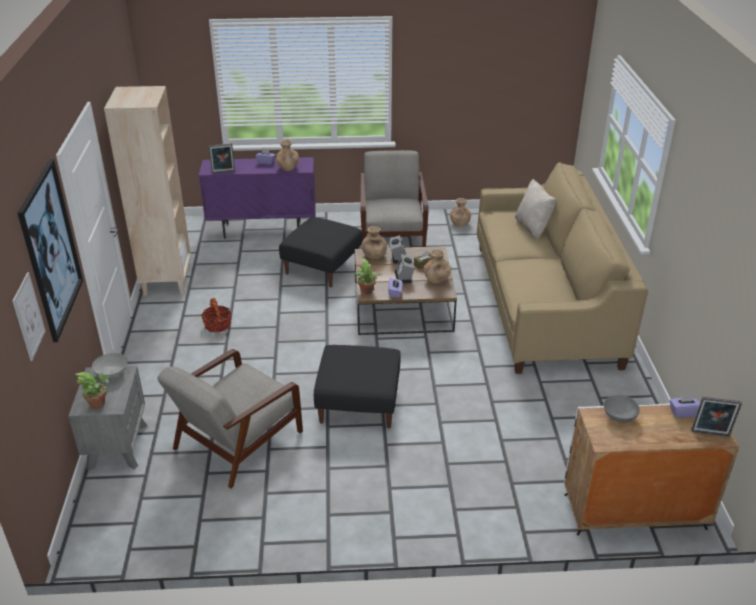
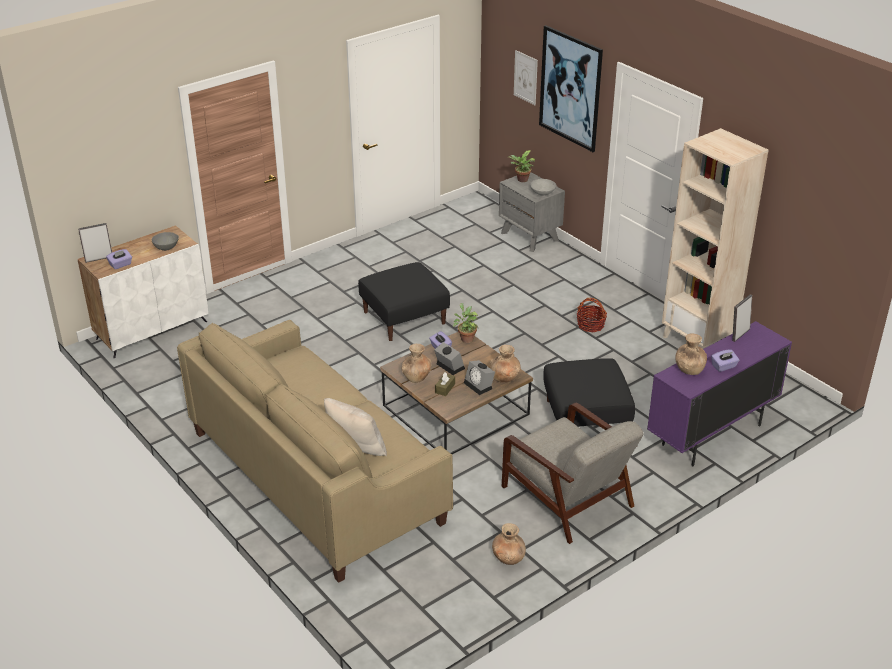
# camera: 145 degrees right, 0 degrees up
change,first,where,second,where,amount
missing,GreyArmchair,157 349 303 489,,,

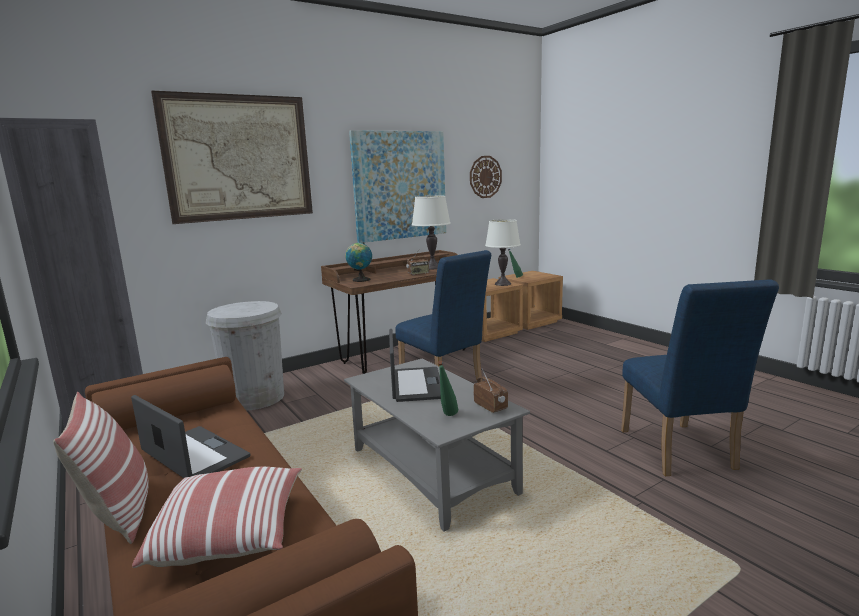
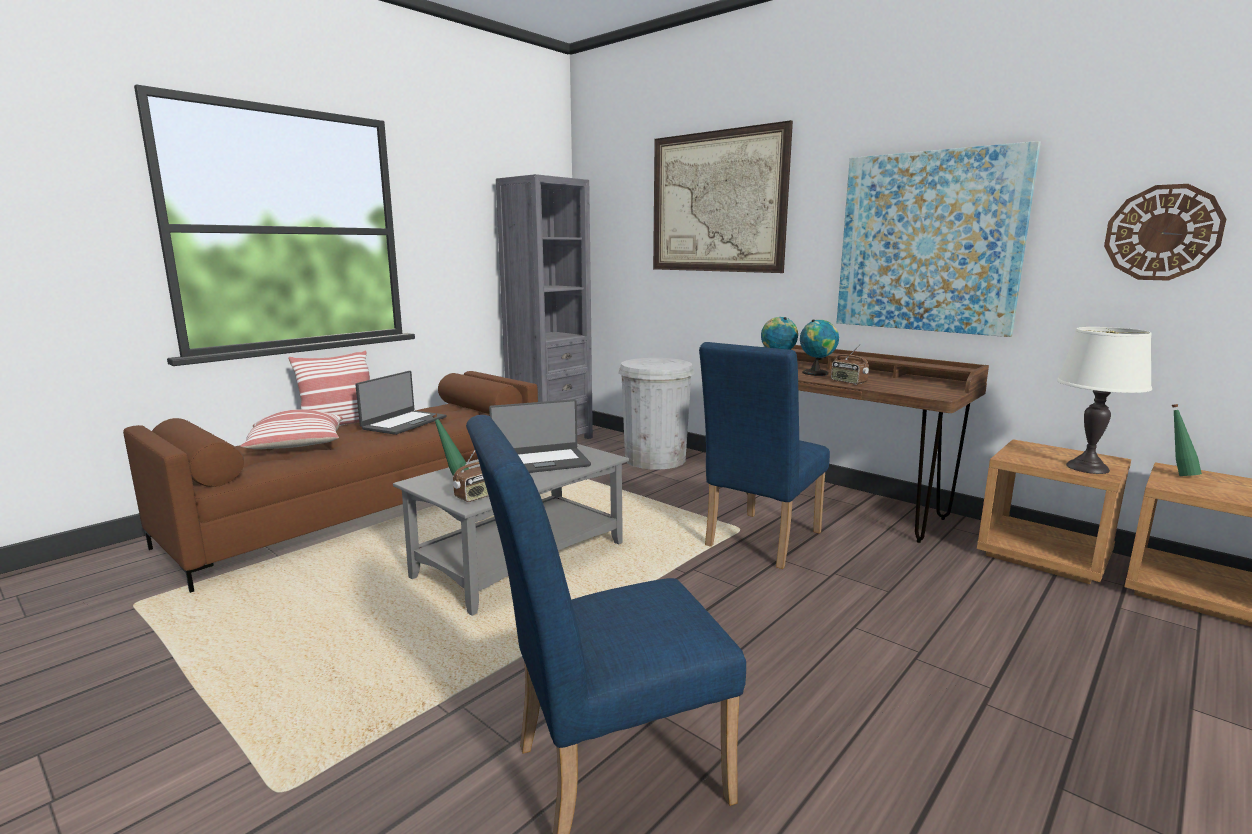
# camera: 75 degrees right, 0 degrees up
change,first,where,second,where,amount
missing,WhiteTableLamp,412 196 451 269,,,
appeared,,,Globe,800 319 839 376,

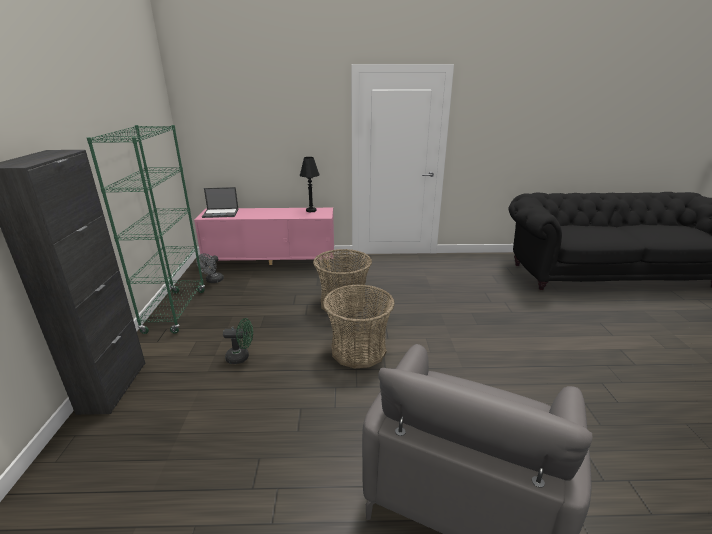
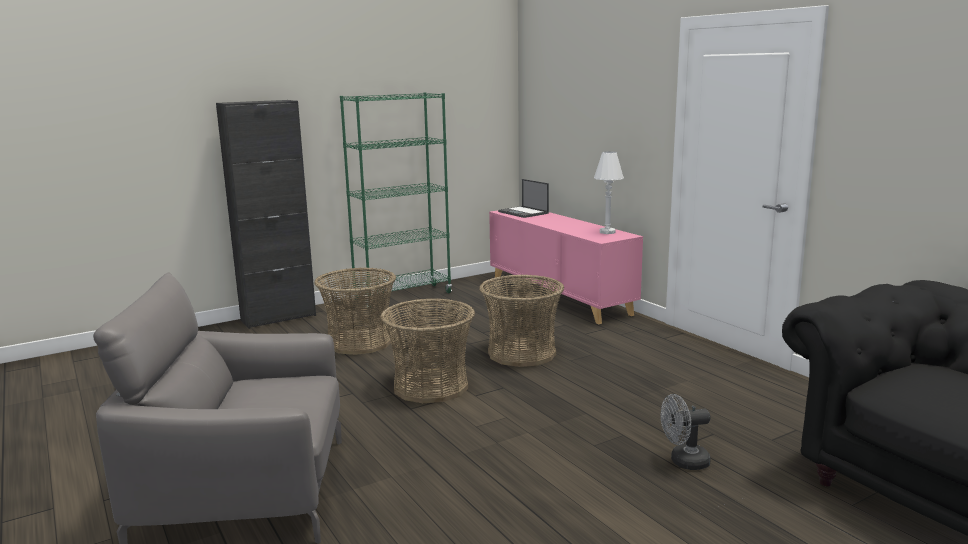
# camera: 60 degrees right, 10 degrees down
change,first,where,second,where,amount
relocated,GreyFan,196 253 224 283,,661 394 711 470,
exchanged,GreenFan,223 318 253 364,Basket,314 267 396 355,
colour,BlackTableLamp,300 157 319 213,WhiteTableLamp,594 151 624 234,

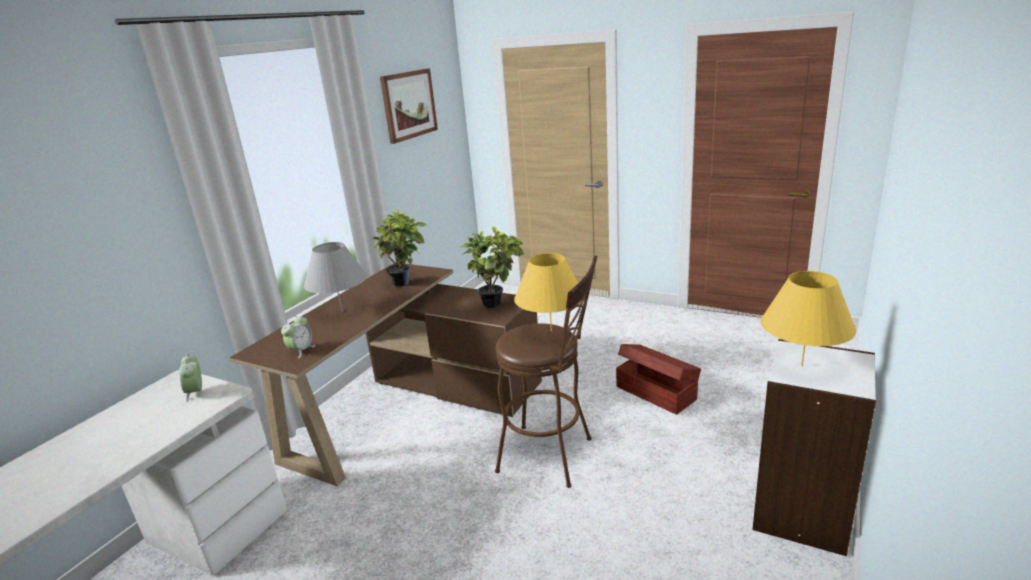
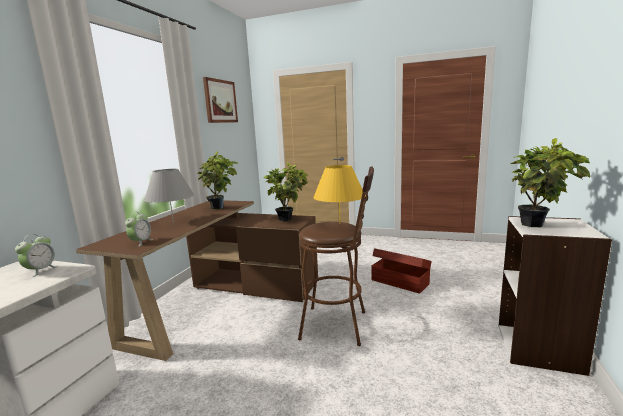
# camera: 10 degrees left, 10 degrees down
change,first,where,second,where,amount
spun,AlarmClock,179 354 202 402,,15 234 58 277,135 degrees counterclockwise
exchanged,YellowTableLamp,761 271 856 366,PottedPlant,510 138 590 227,

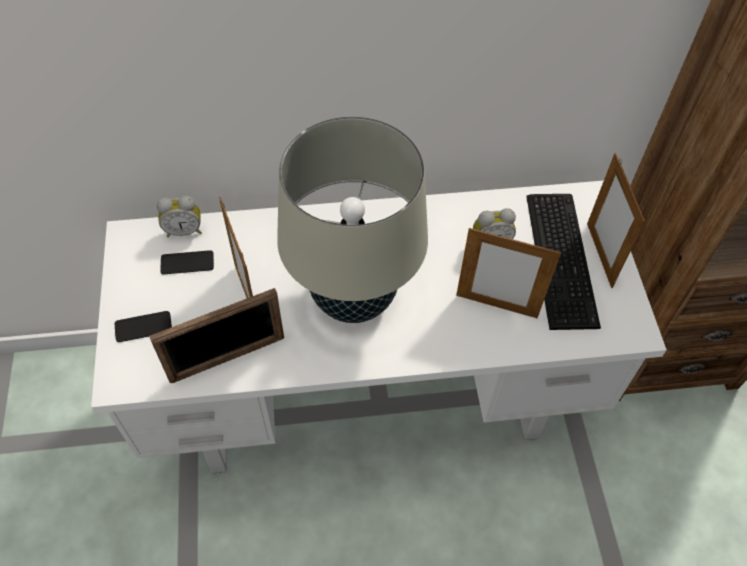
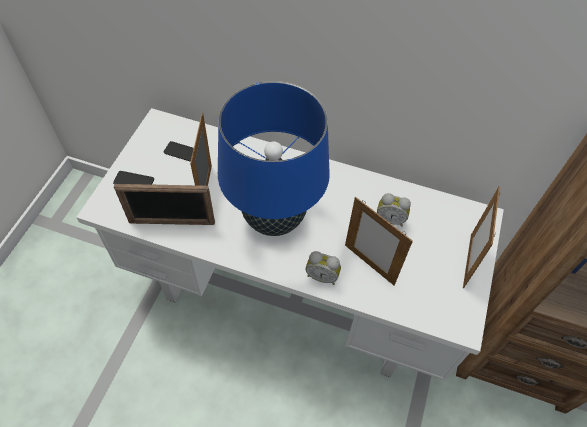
# camera: 25 degrees right, 0 degrees up
change,first,where,second,where,amount
relocated,AlarmClock,157 196 202 237,,306 251 341 285,
colour,BeigeTableLamp,277 117 428 323,BlueTableLamp,218 81 330 236,
missing,Keyboard,526 194 601 330,,,

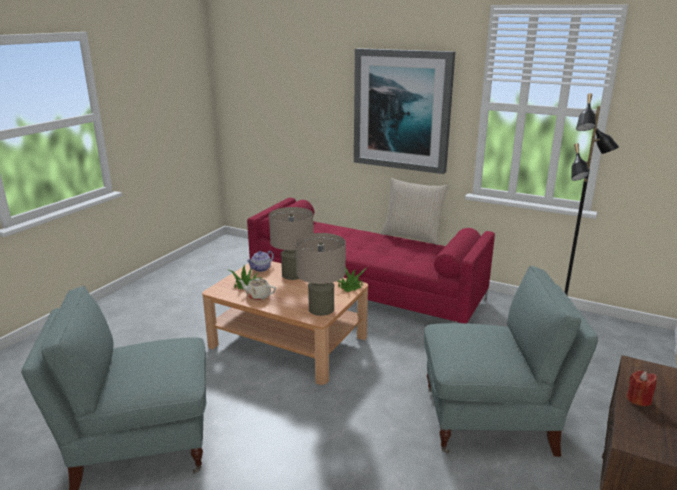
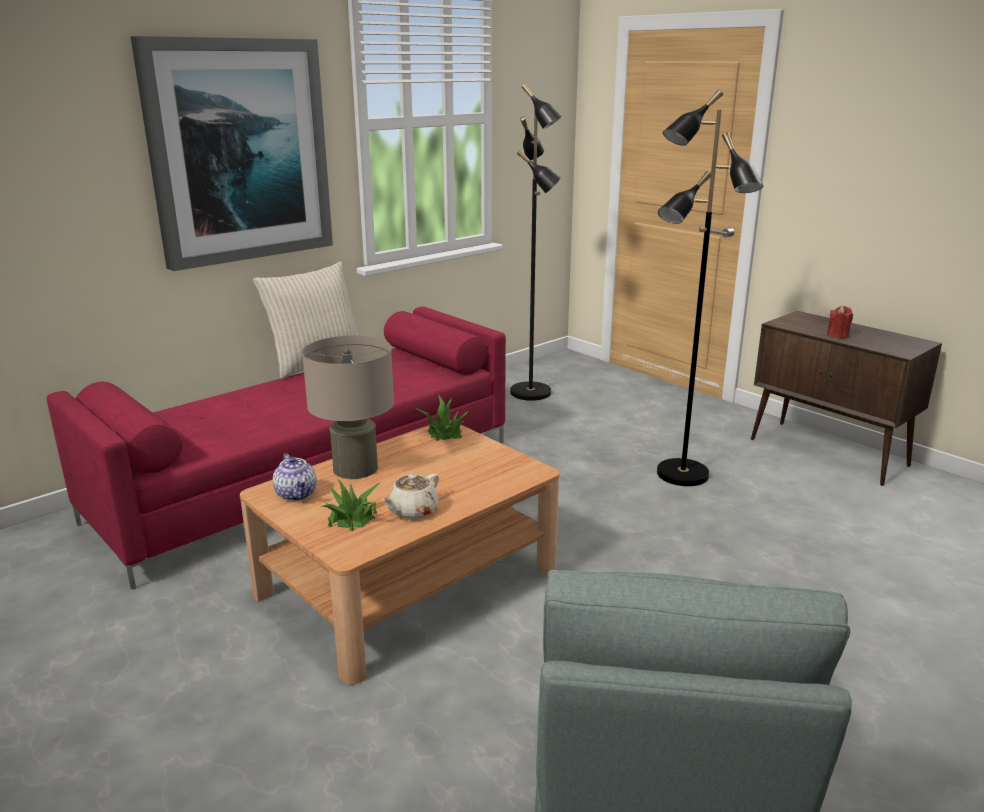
# camera: 70 degrees left, 0 degrees up
change,first,where,second,where,amount
missing,BeigeTableLamp,295 233 346 316,,,
exchanged,GreyArmchair,424 266 598 457,BlackFloorLamp,657 89 763 486,

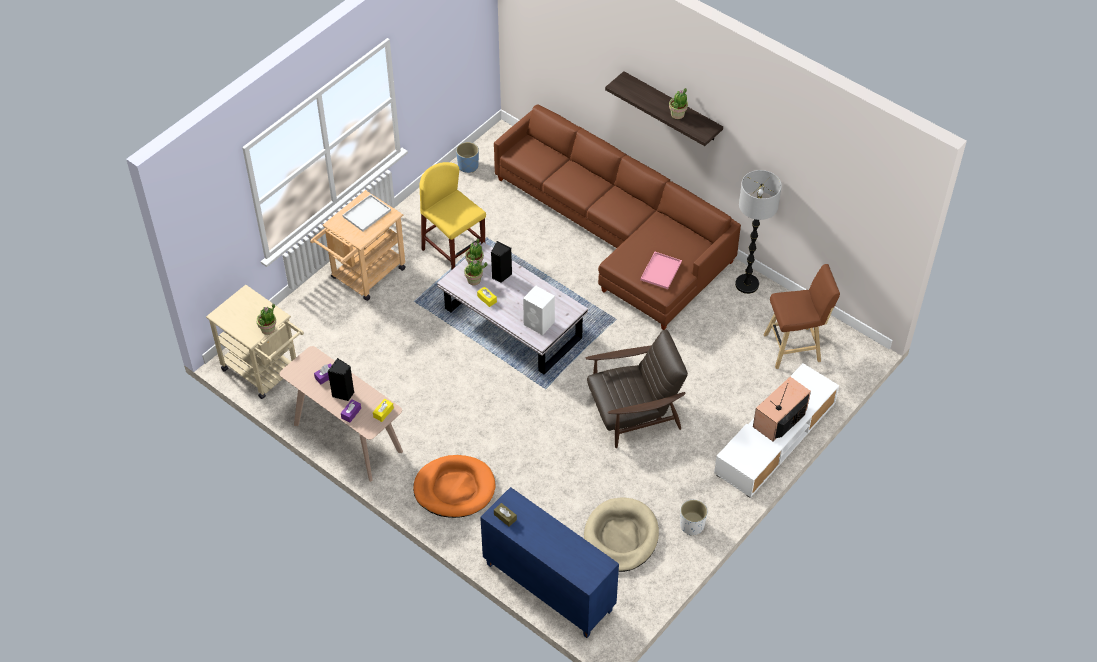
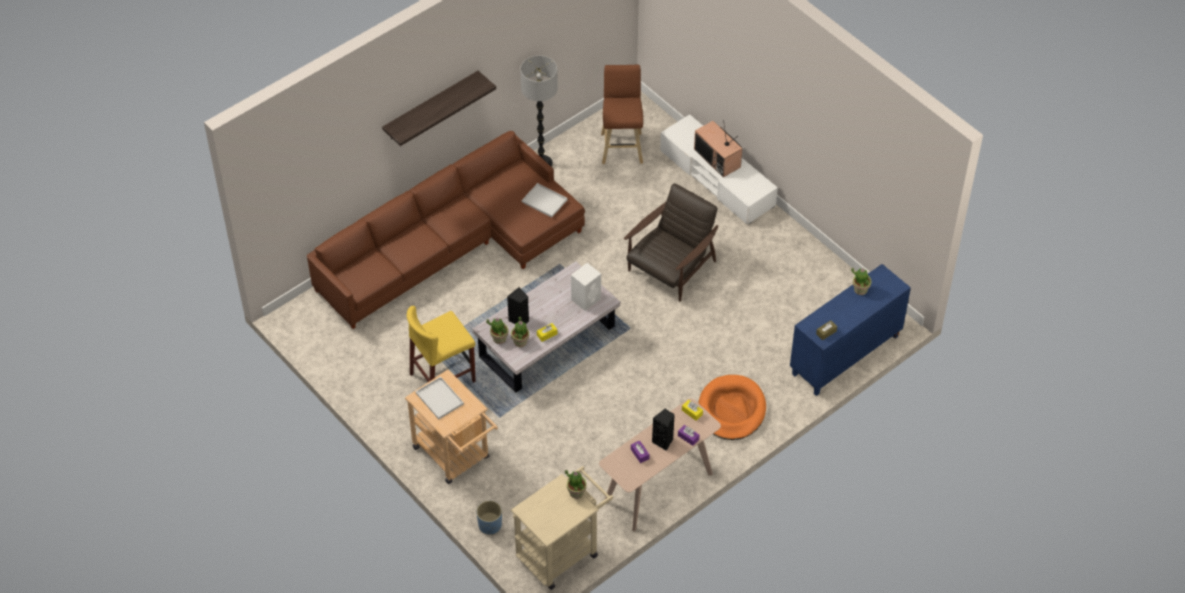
# camera: 80 degrees left, 0 degrees up
change,first,where,second,where,amount
relocated,BluePlanter,456 142 479 173,,476 500 502 535,
missing,BeigeDogBed,584 498 659 572,,,
spun,BrownArmchair,586 330 688 448,,624 183 718 302,45 degrees clockwise
colour,PinkTray,640 252 682 289,WhiteTray,522 183 568 217,
relocated,PottedPlant,669 88 688 119,,851 268 871 295,
missing,WhitePlanter,680 500 707 536,,,

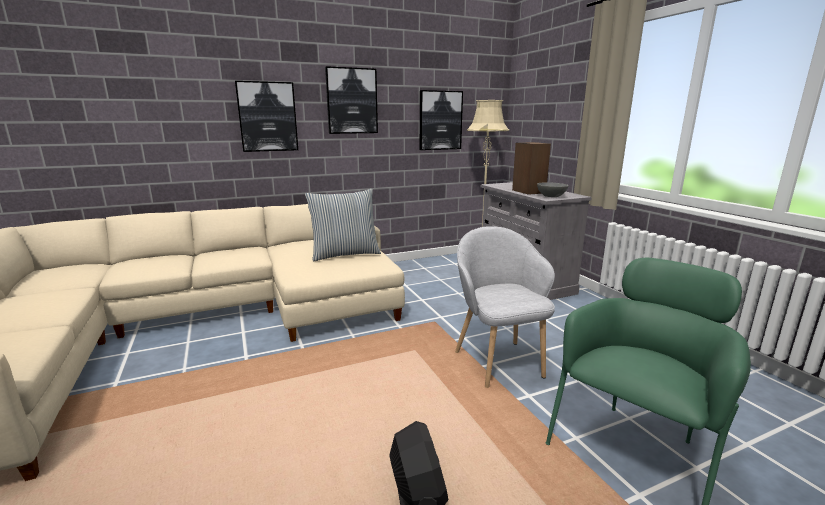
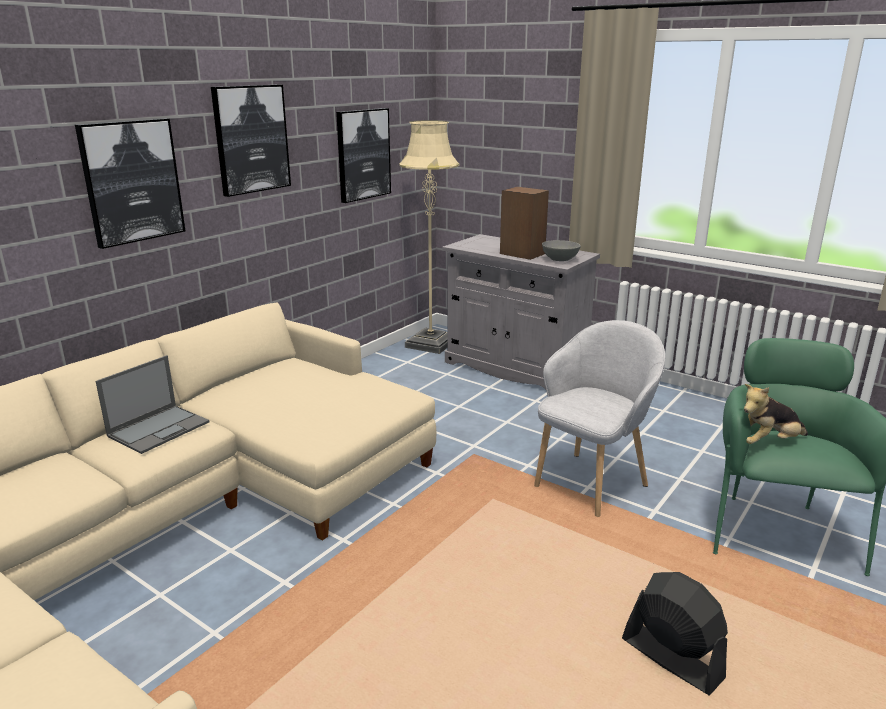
# camera: 30 degrees left, 5 degrees up
change,first,where,second,where,amount
missing,Pillow,305 189 381 261,,,
spun,GreyArmchair,455 226 555 388,,534 320 665 517,90 degrees clockwise
appeared,,,Laptop,96 355 209 454,
appeared,,,PlushToy,744 384 808 444,

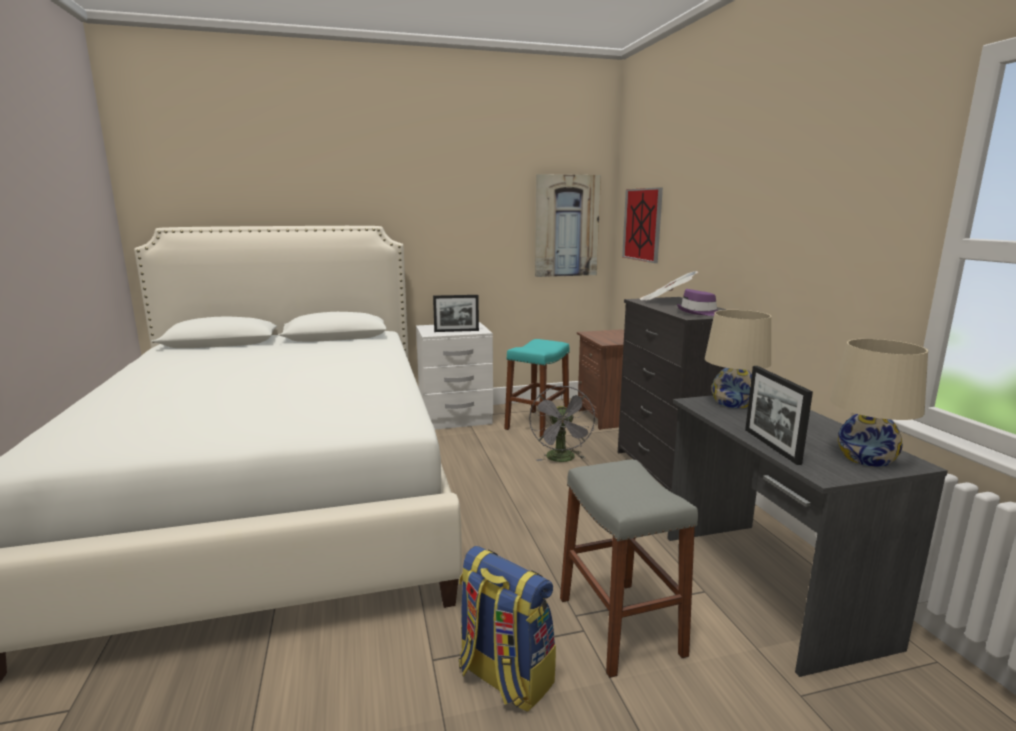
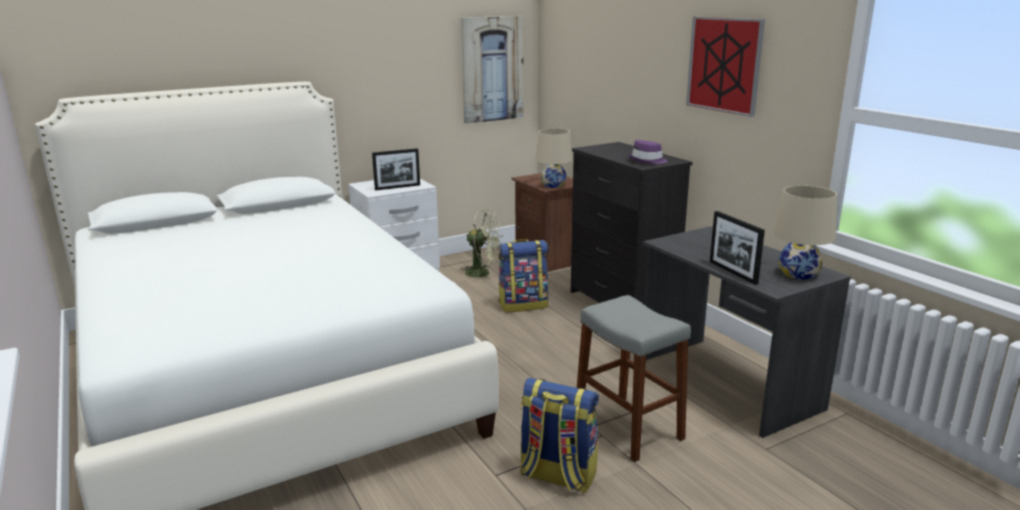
# camera: 15 degrees left, 5 degrees up
change,first,where,second,where,amount
exchanged,TurquoiseStool,504 339 569 438,GreenFan,461 210 503 282,
exchanged,GreyFan,529 385 595 462,Backpack,498 239 549 312,
relocated,Picture,622 187 663 263,,686 17 765 117,
missing,Newspaper,640 271 698 301,,,
relocated,BeigeTableLamp,705 310 771 408,,535 128 573 188,

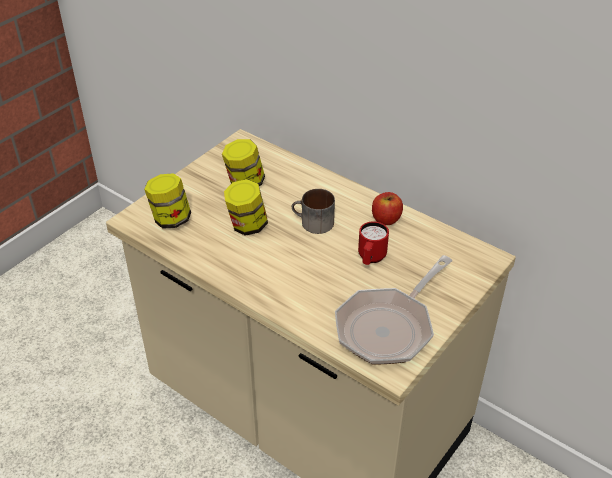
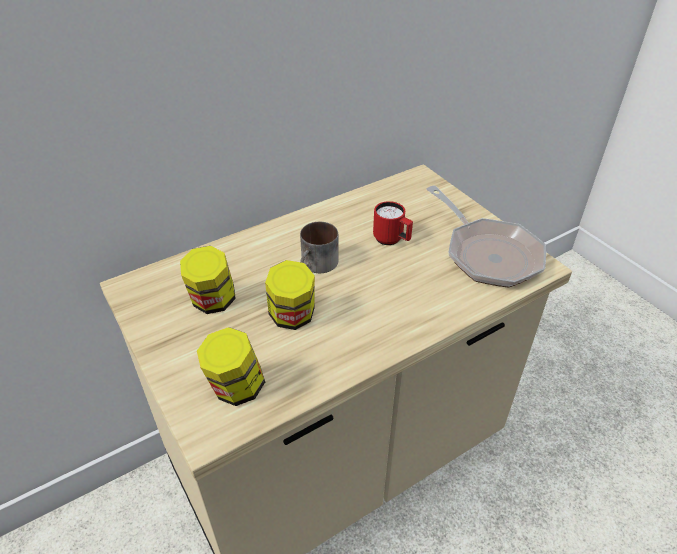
# camera: 70 degrees left, 0 degrees up
change,first,where,second,where,amount
missing,Apple,372 192 403 225,,,

